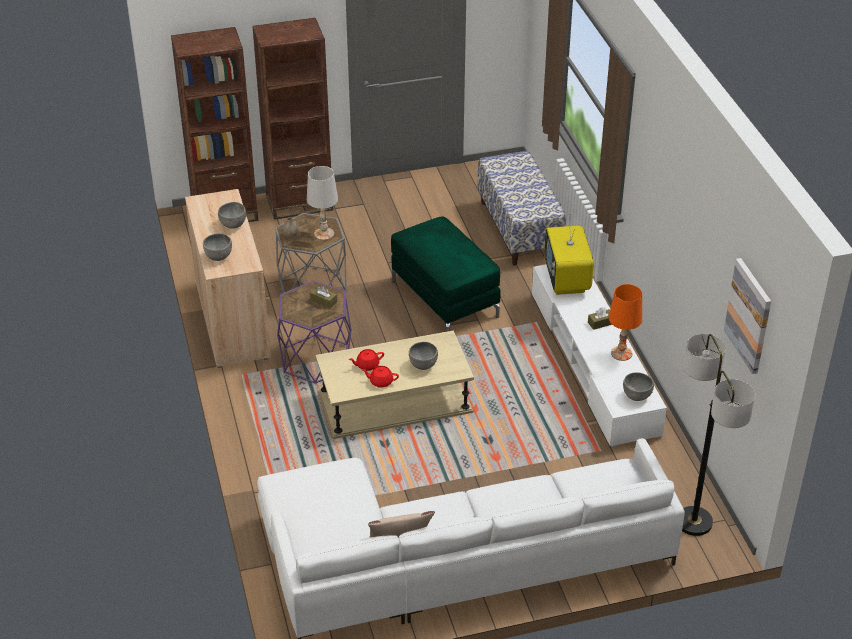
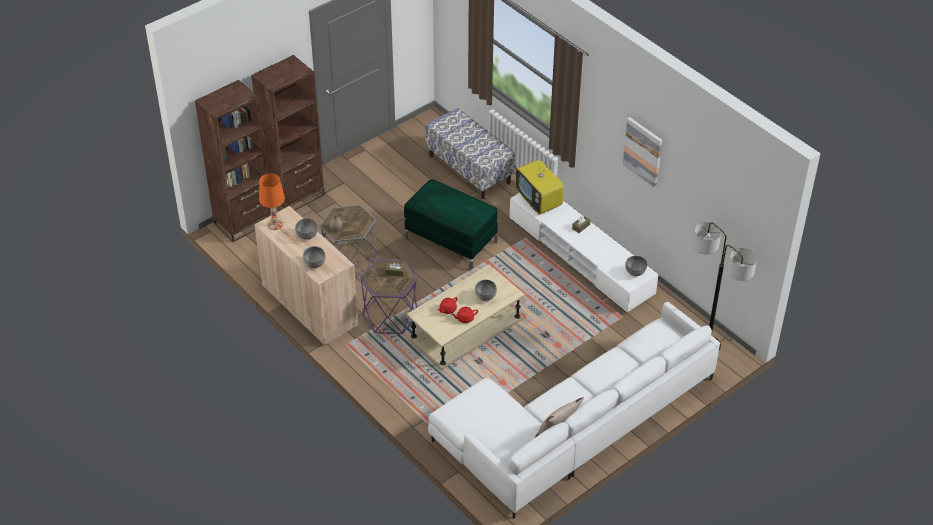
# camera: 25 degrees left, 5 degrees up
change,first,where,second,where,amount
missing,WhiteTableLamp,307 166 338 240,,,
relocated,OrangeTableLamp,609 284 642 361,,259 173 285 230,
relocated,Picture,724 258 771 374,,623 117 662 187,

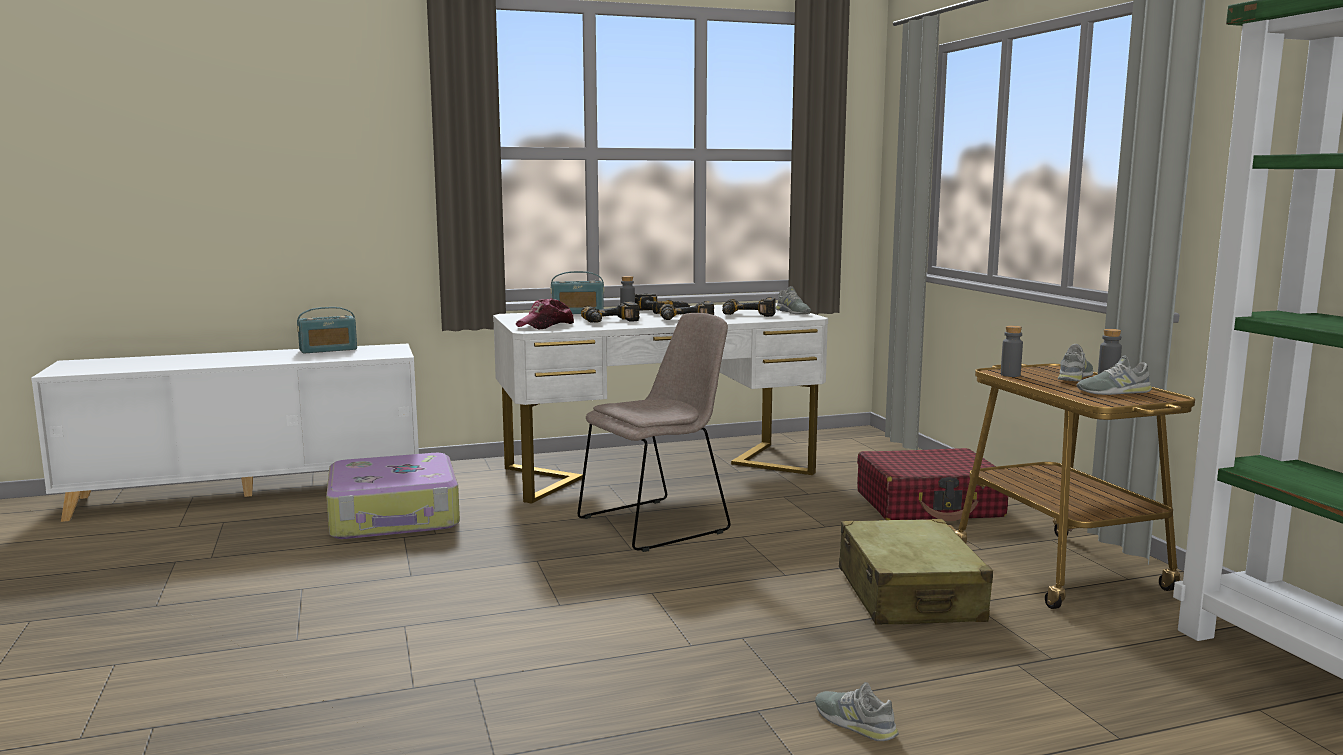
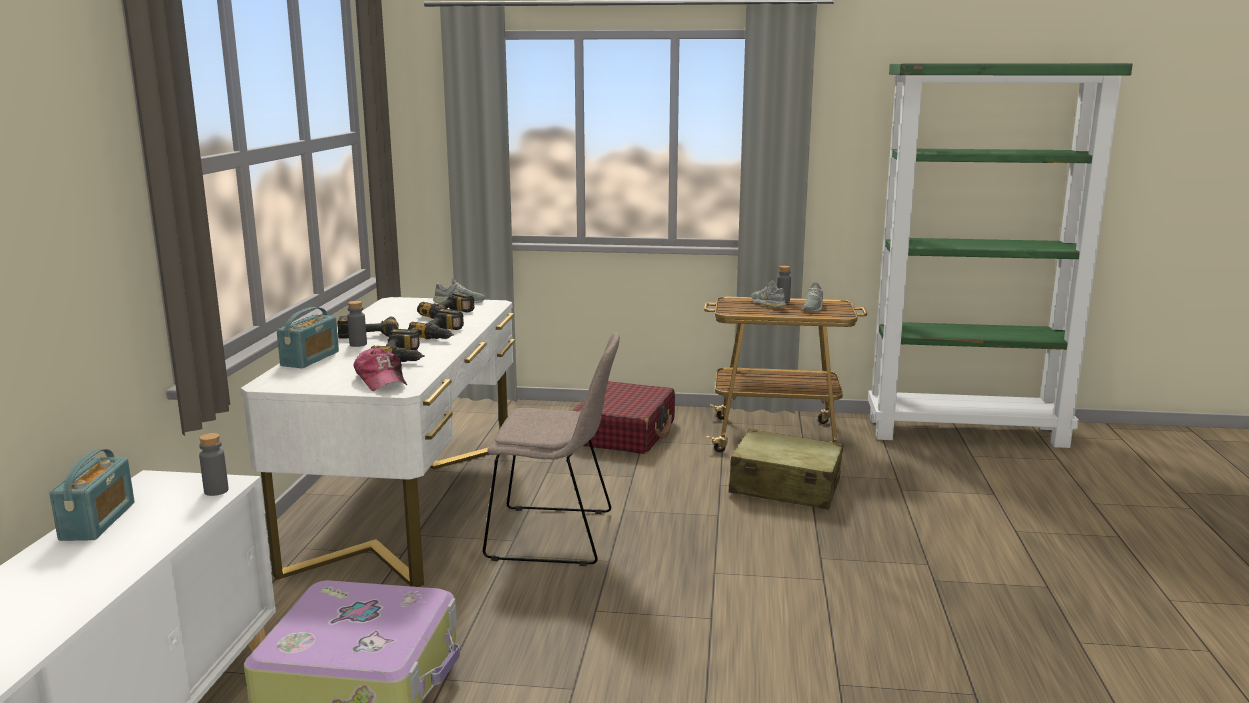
# camera: 65 degrees left, 5 degrees up
change,first,where,second,where,amount
spun,BeigeChair,577 313 731 552,,483 333 620 566,105 degrees clockwise
missing,GreyShoe,815 682 899 741,,,
relocated,GreyBottle,1001 326 1023 377,,199 433 229 496,

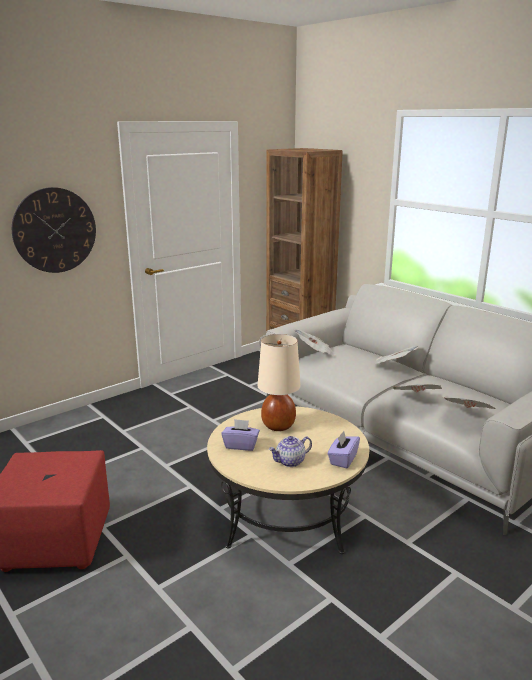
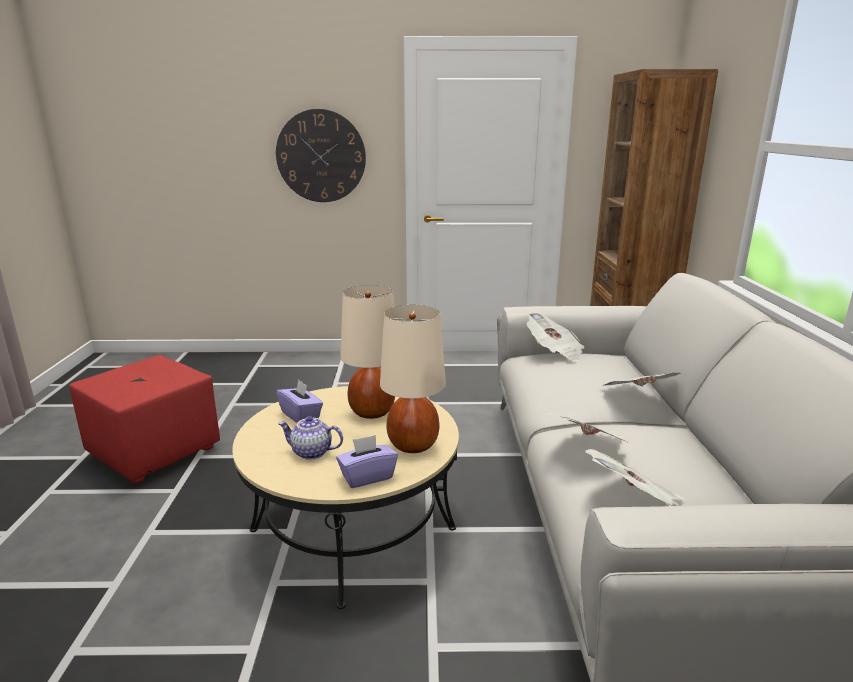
# camera: 40 degrees right, 0 degrees up
change,first,where,second,where,amount
appeared,,,BeigeTableLamp,380 305 446 453,

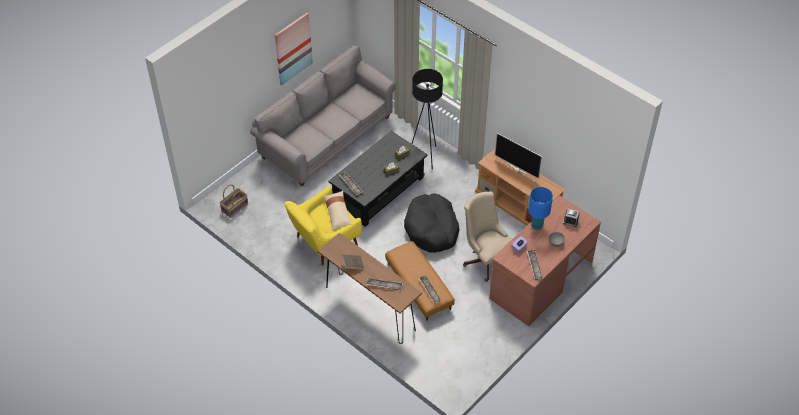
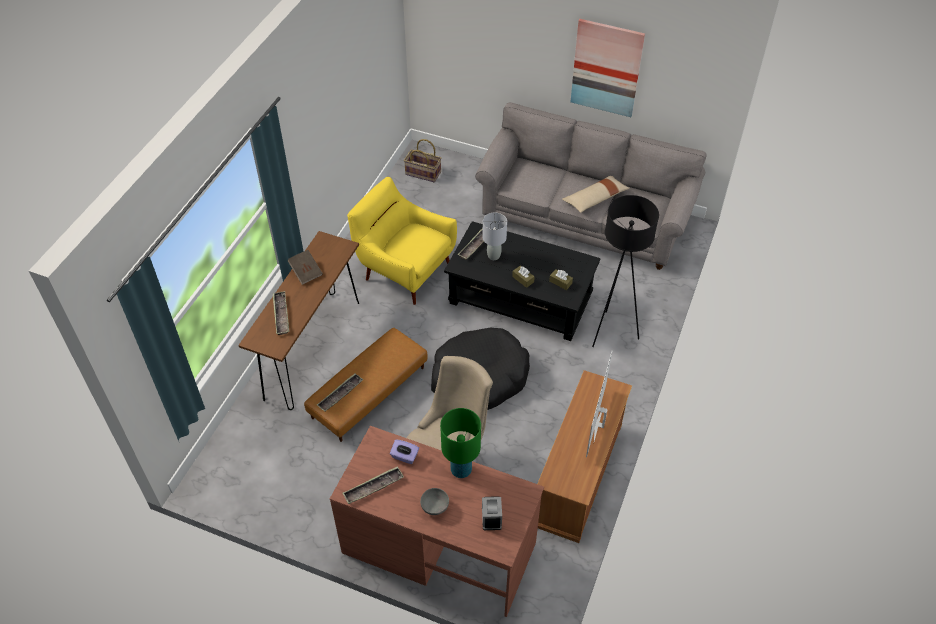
# camera: 70 degrees right, 0 degrees up
change,first,where,second,where,amount
relocated,BeigePillow,323 191 353 231,,562 176 630 213,
colour,BlueTableLamp,528 187 553 230,GreenTableLamp,440 408 481 478,
appeared,,,GreyTableLamp,482 213 507 260,

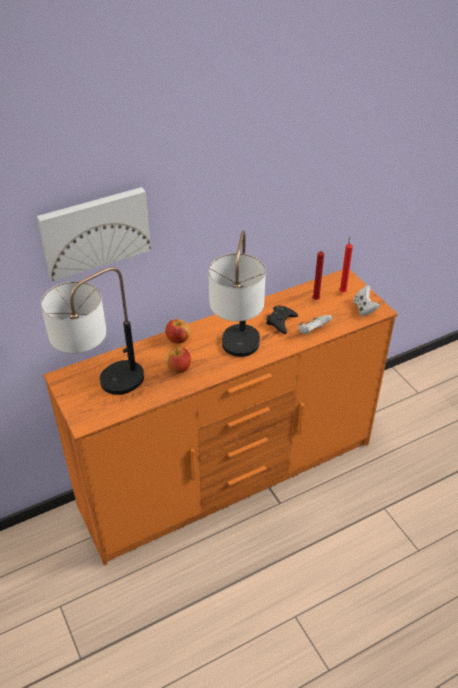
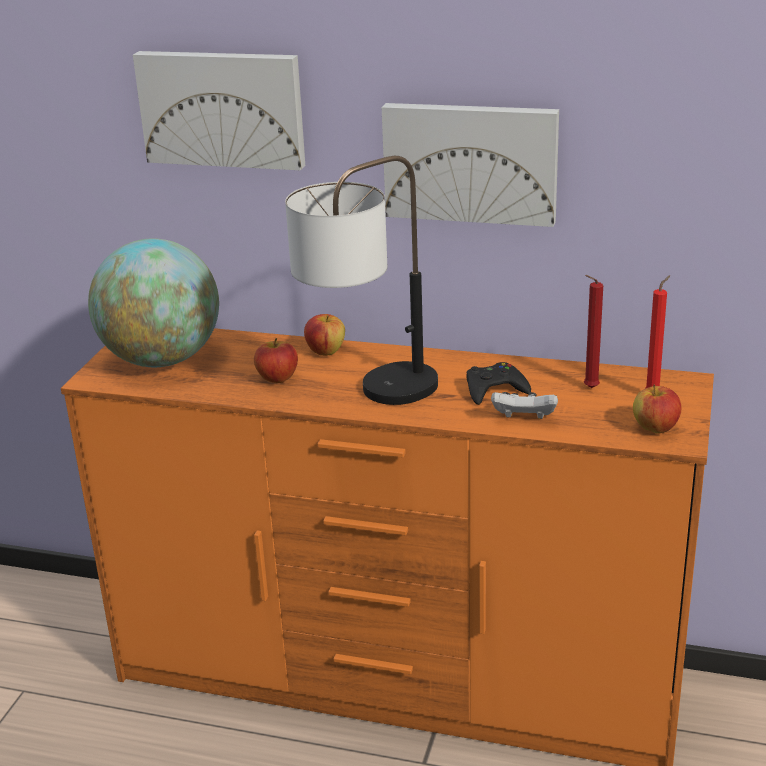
# camera: 45 degrees right, 15 degrees down
change,first,where,second,where,amount
exchanged,TableLamp,41 267 144 395,Globe,88 238 219 367,
exchanged,WhiteGameController,353 285 380 316,Apple,633 385 681 434,
appeared,,,Picture,382 103 559 227,

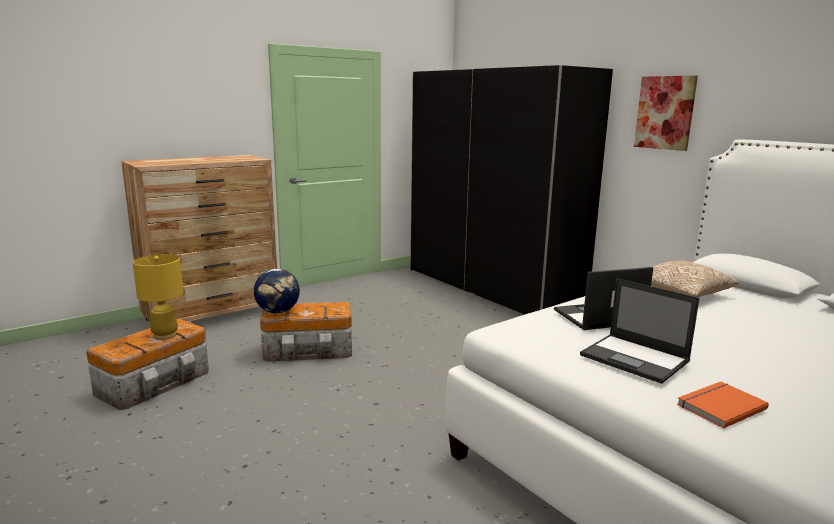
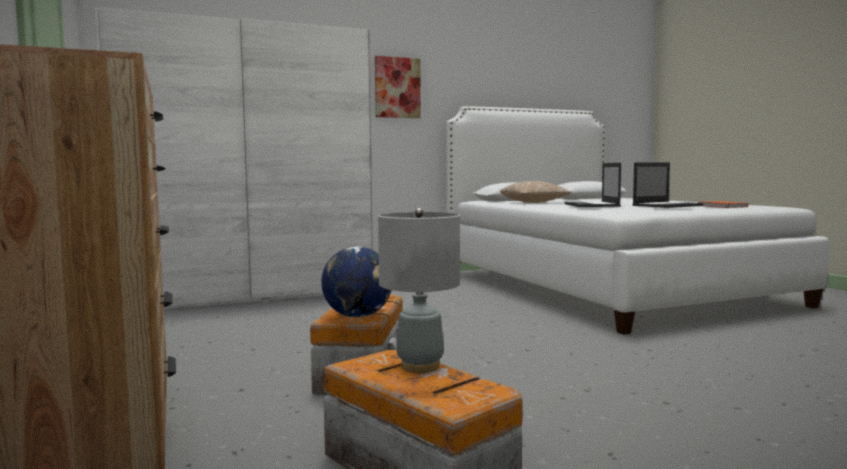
# camera: 75 degrees left, 10 degrees down
change,first,where,second,where,amount
colour,YellowTableLamp,133 254 183 340,GreyTableLamp,378 208 460 373,
colour,BlackWardrobe,410 65 613 314,WhiteWardrobe,94 7 373 309,

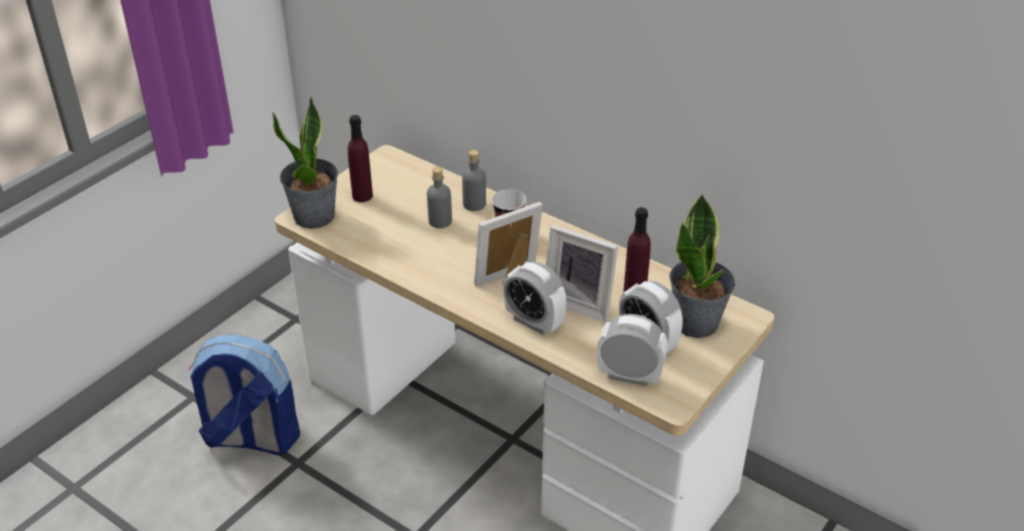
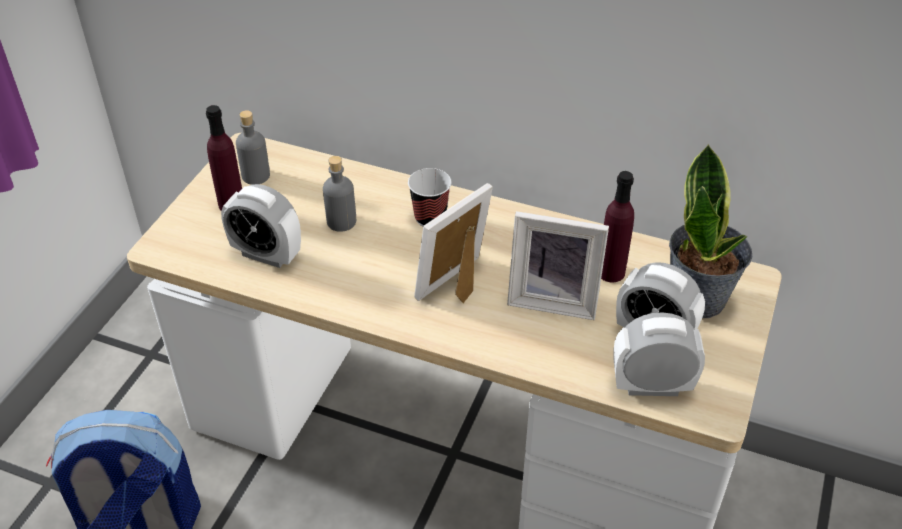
# camera: 15 degrees left, 5 degrees up
change,first,where,second,where,amount
missing,PottedPlant,272 96 338 229,,,
relocated,GreyBottle,462 150 486 211,,236 110 270 185,
relocated,AlarmClock,503 262 567 335,,221 184 301 268,

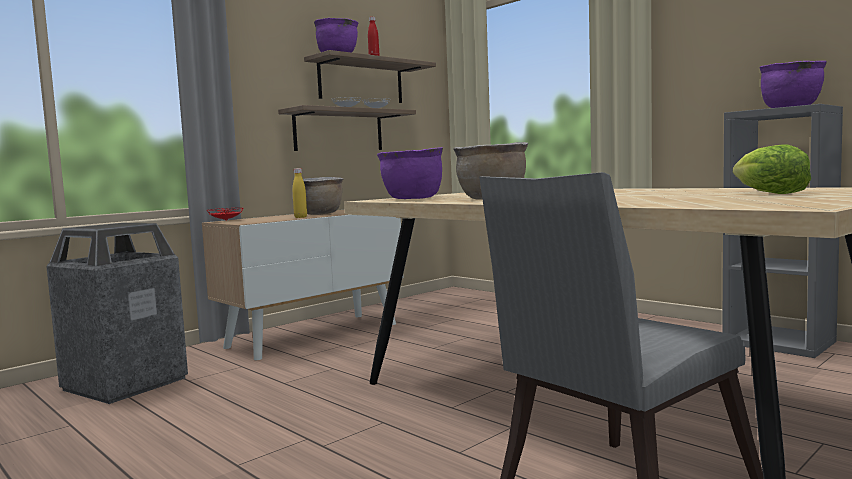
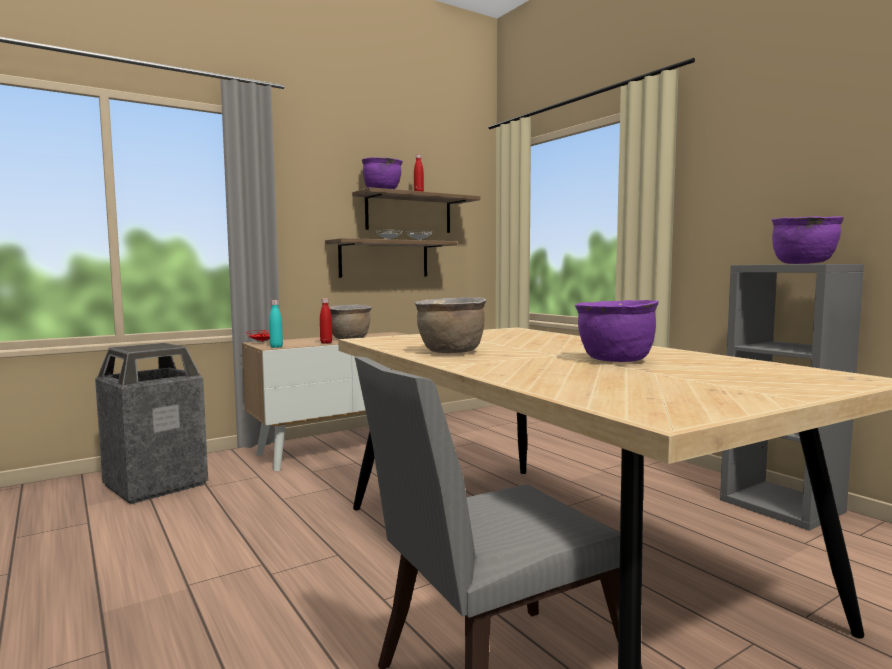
# camera: 10 degrees right, 0 degrees up
change,first,where,second,where,amount
colour,YellowBottle,293 168 307 218,RedBottle,320 298 332 344,
relocated,PurpleCookingPot,377 147 443 199,,575 300 659 362,
missing,Lettuce,733 145 811 194,,,
appeared,,,TurquoiseBottle,269 300 283 348,

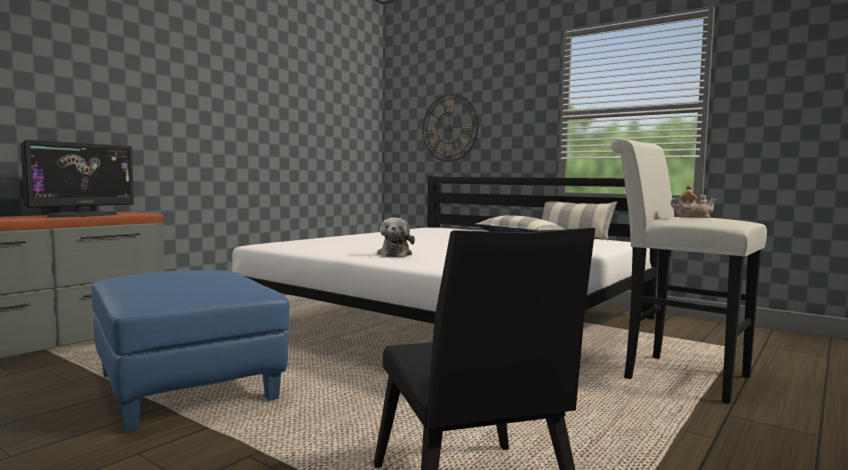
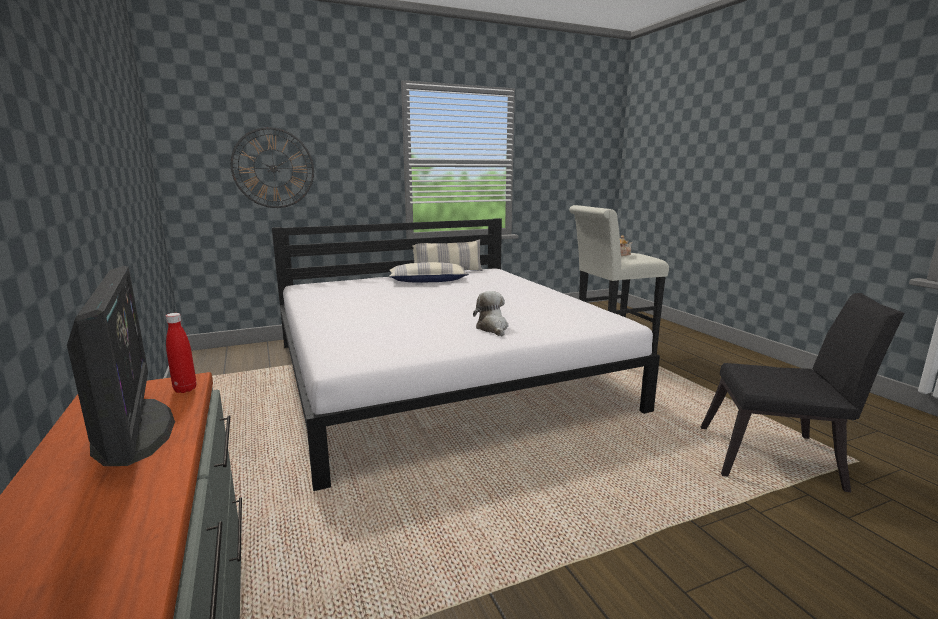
# camera: 60 degrees left, 10 degrees up
change,first,where,second,where,amount
missing,BlueOttoman,92 270 290 432,,,
spun,PlushToy,377 218 415 257,,473 291 509 336,135 degrees counterclockwise
appeared,,,RedBottle,166 313 196 393,

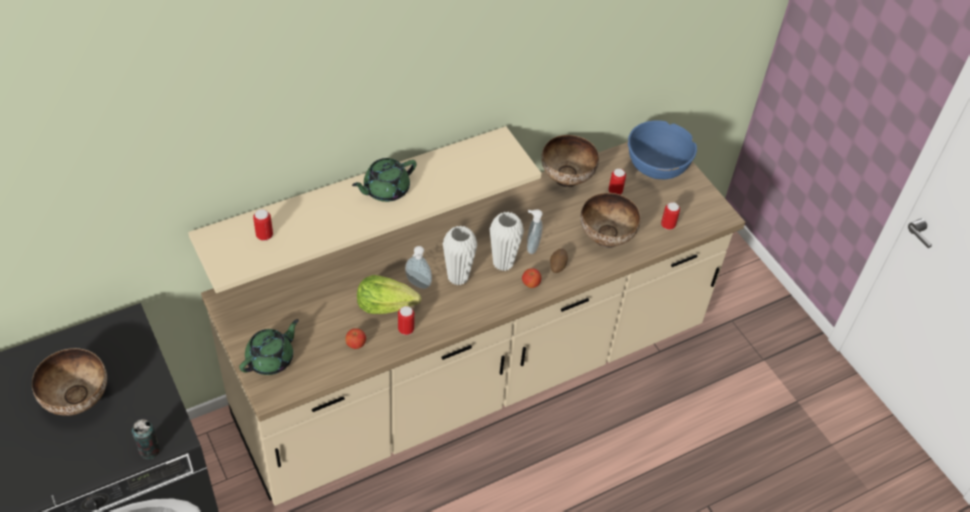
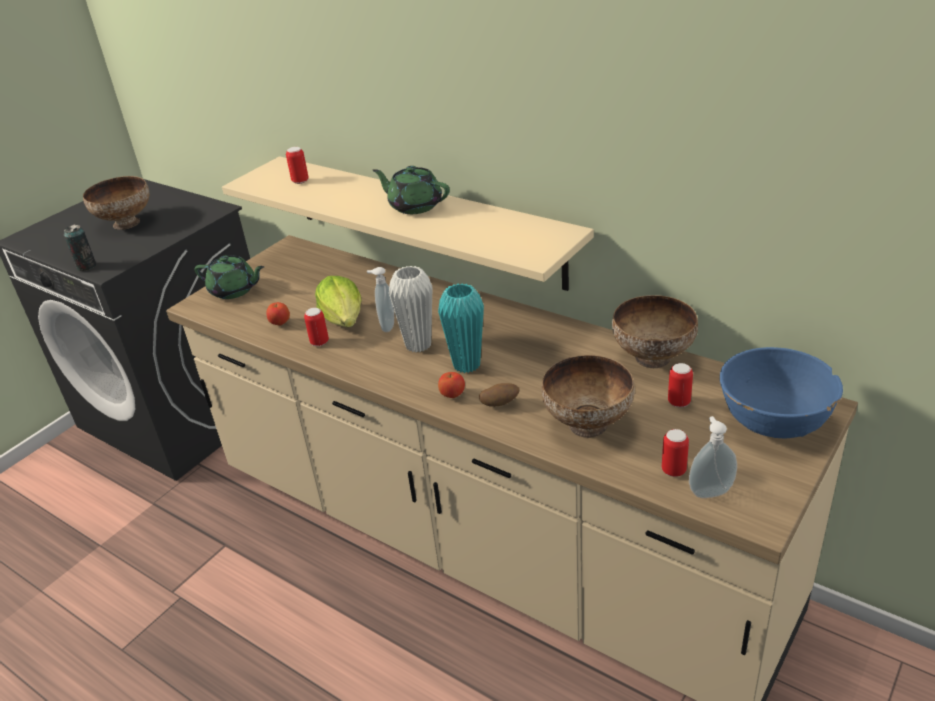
# camera: 70 degrees right, 15 degrees down
change,first,where,second,where,amount
colour,WhiteVase,490 212 524 271,TurquoiseVase,438 283 484 373,
relocated,SoapDispenser,527 209 543 254,,689 416 737 498,

